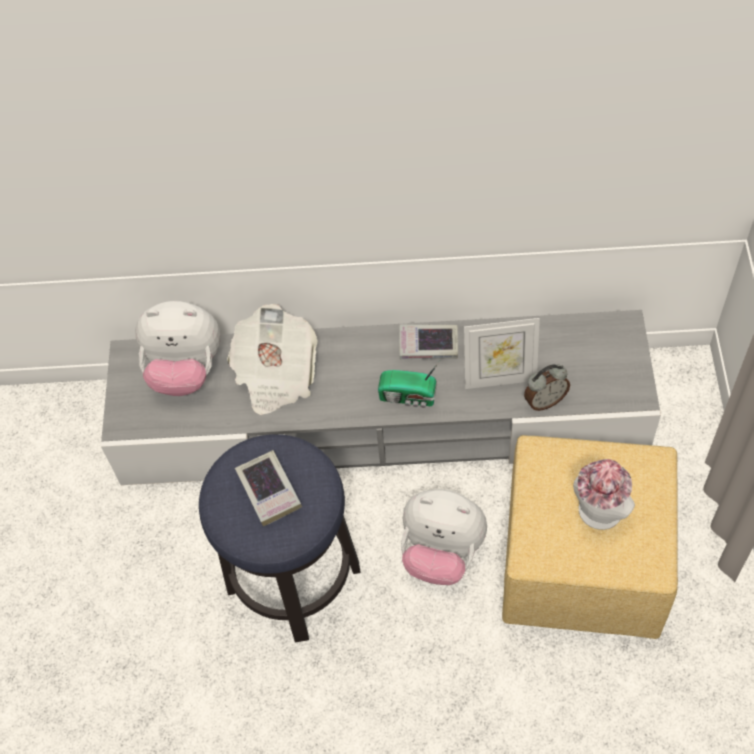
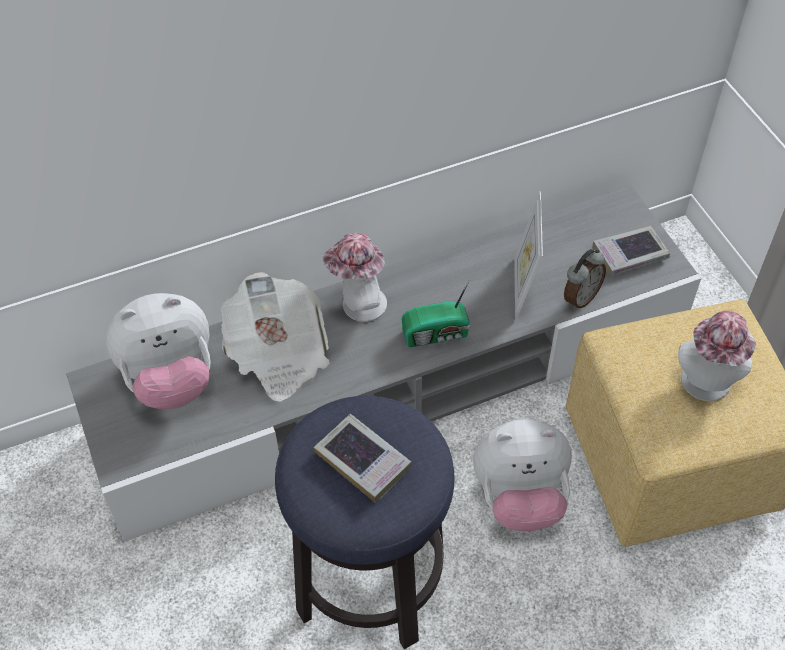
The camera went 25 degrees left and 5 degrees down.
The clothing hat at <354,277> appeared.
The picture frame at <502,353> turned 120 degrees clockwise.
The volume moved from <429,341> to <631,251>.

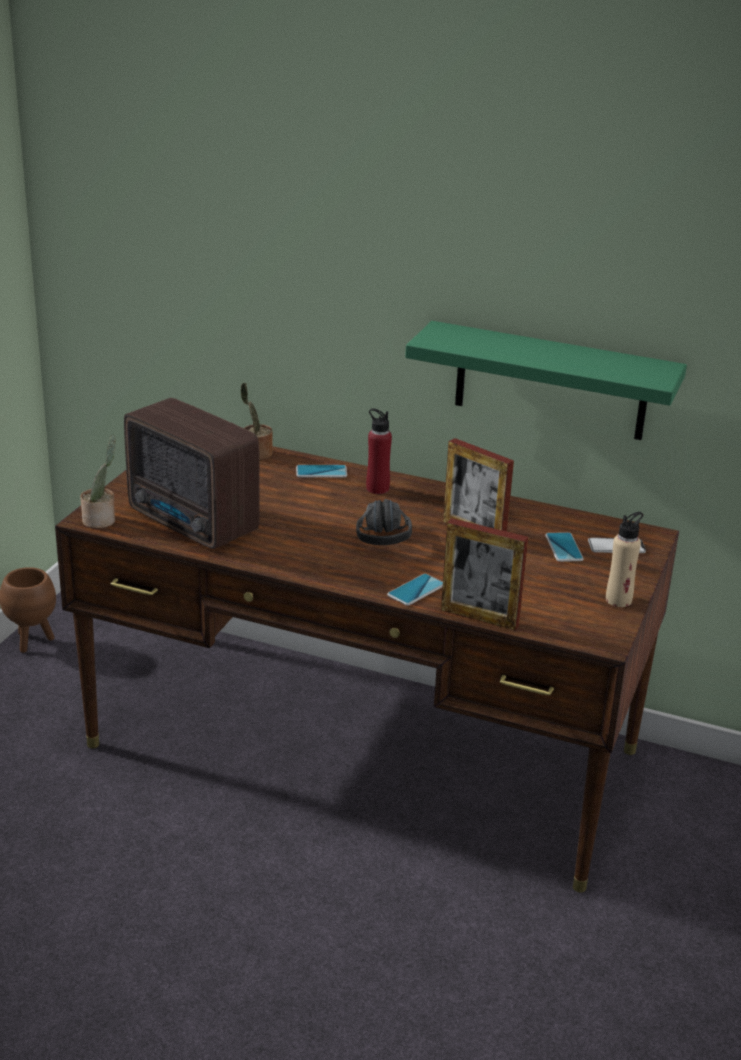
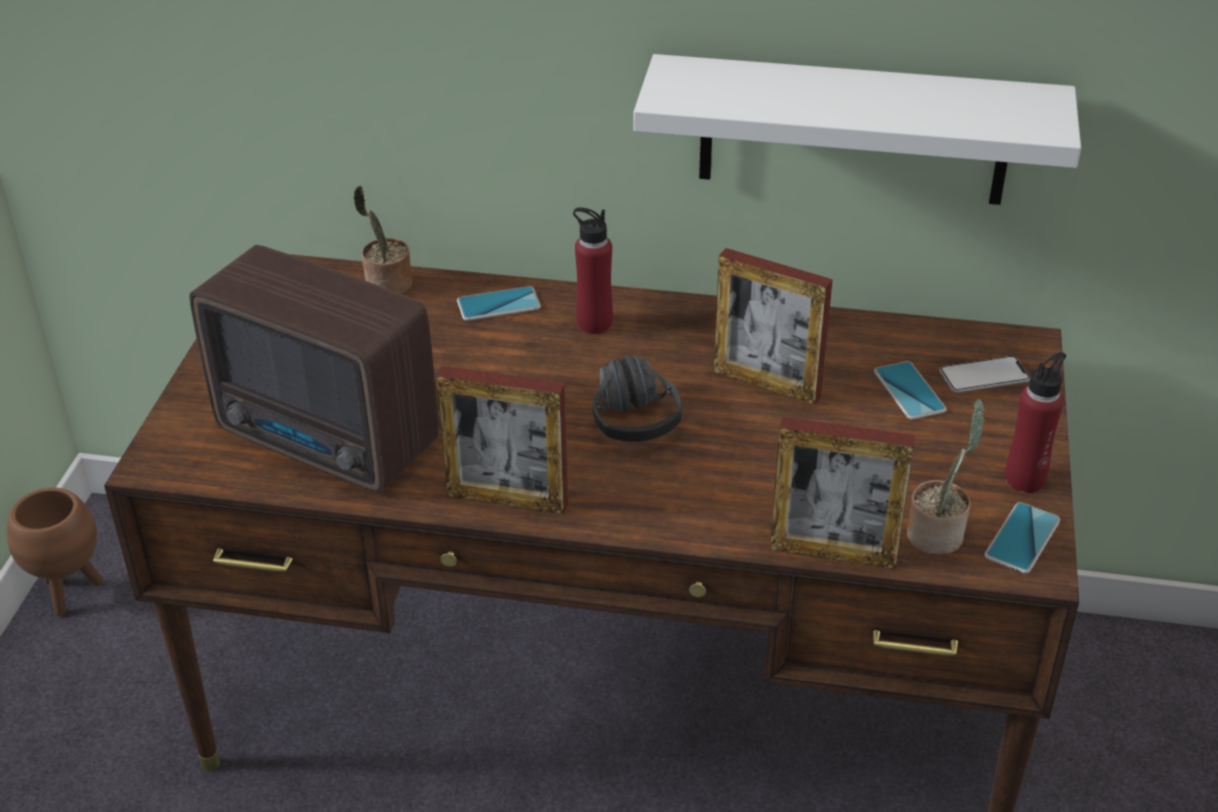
The camera went 10 degrees left and 10 degrees up.
The picture frame at <502,440> appeared.
The shelf in greenish at <546,380> became the shelf in white-coloured at <857,129>.
The houseplant moved from <98,481> to <946,477>.
The telephone moved from <415,590> to <1022,538>.
The bottle in beige-coloured at <624,559> became the bottle in red-coloured at <1035,422>.

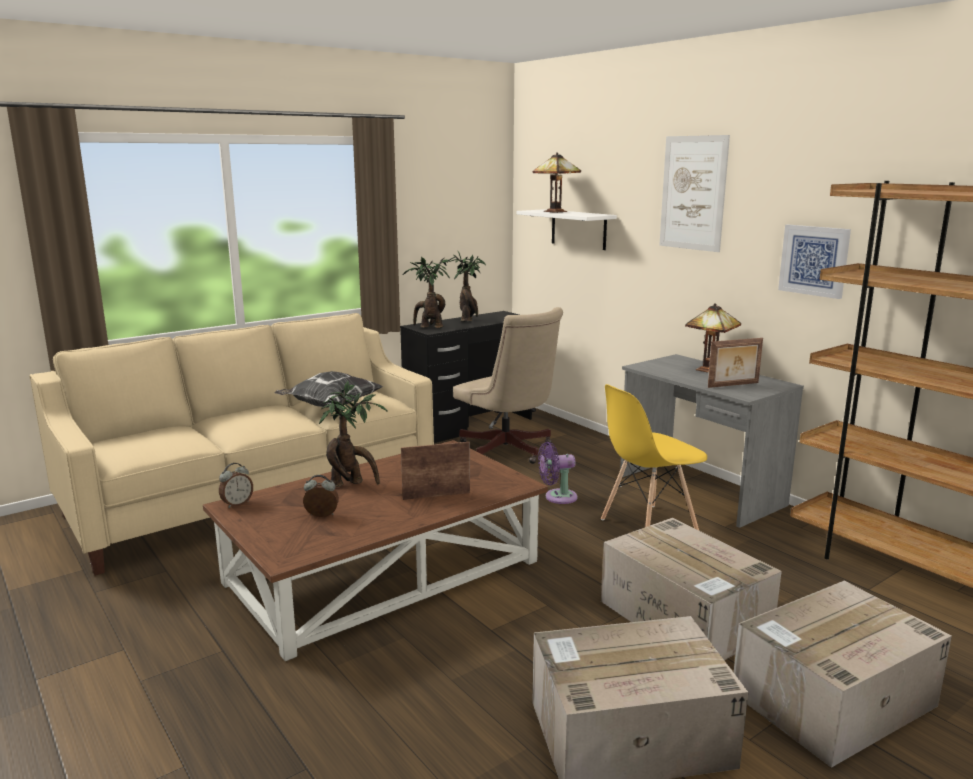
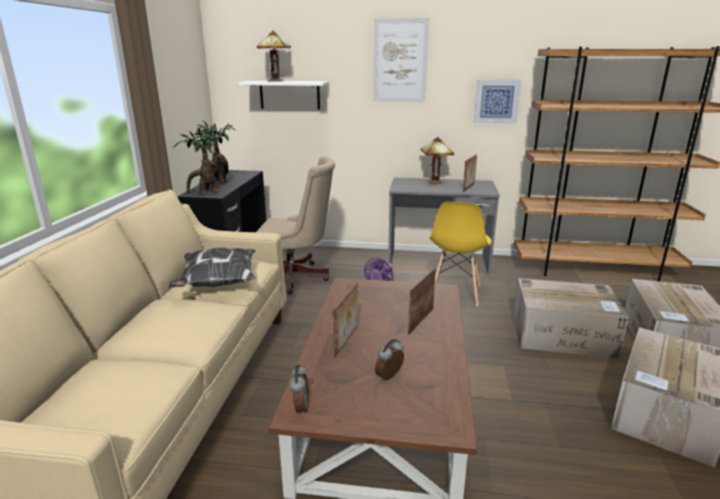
The camera went 45 degrees left and 5 degrees up.
The houseplant at <353,434> was replaced by the picture frame at <345,320>.

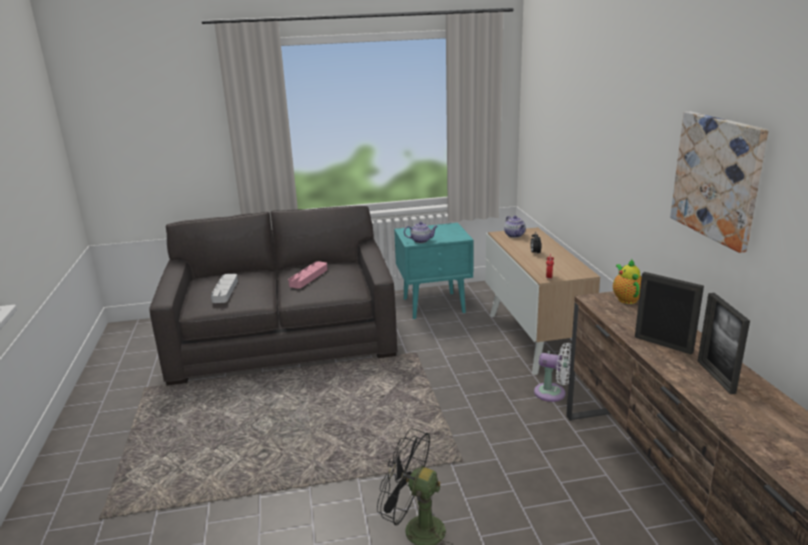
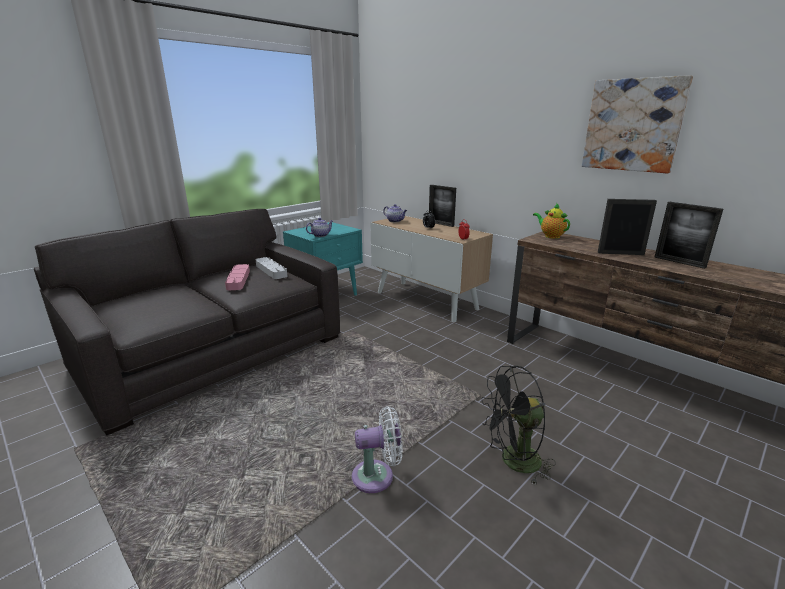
The camera went 35 degrees left and 0 degrees up.
The carrying tray in greyish moved from <224,288> to <271,268>.
The electric fan in white-coloured moved from <553,372> to <377,449>.
The picture frame at <442,206> appeared.

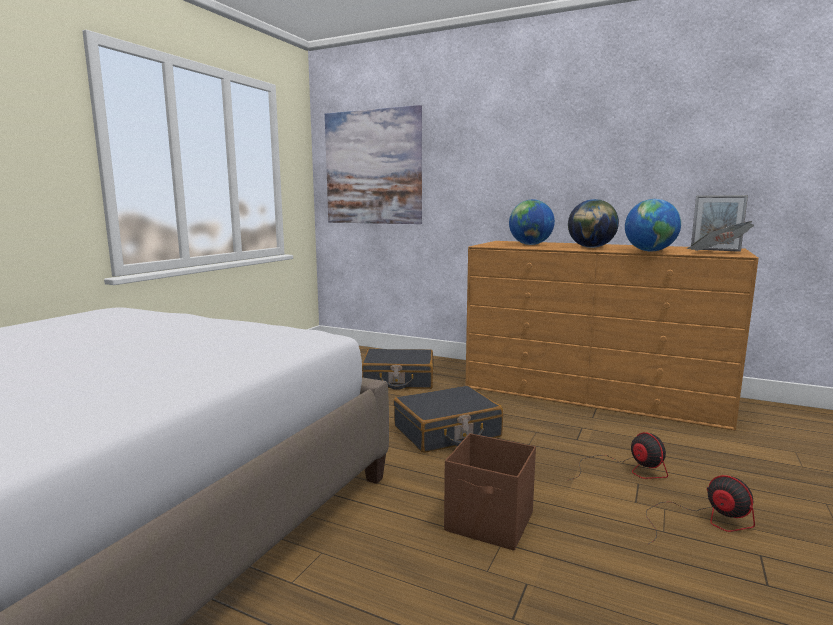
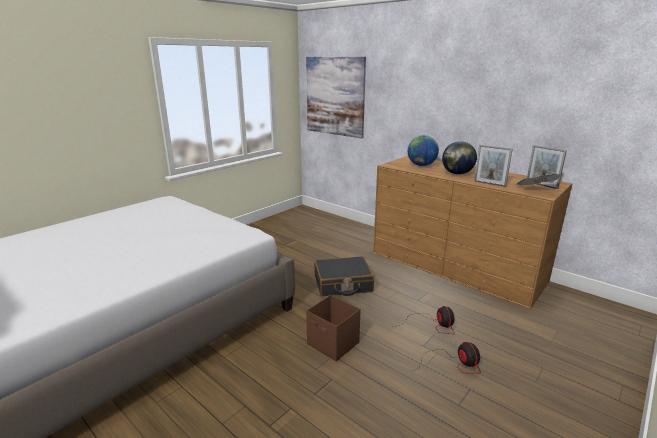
The camera went 15 degrees right and 10 degrees up.
The desk globe at <653,225> was replaced by the picture frame at <493,166>.
The piece of luggage in black-coloured at <398,369> disappeared.

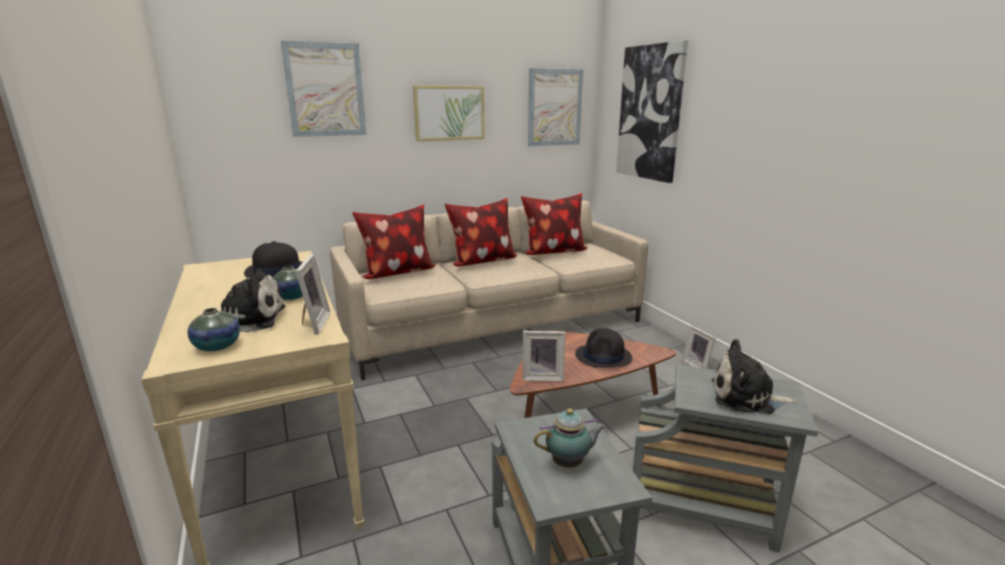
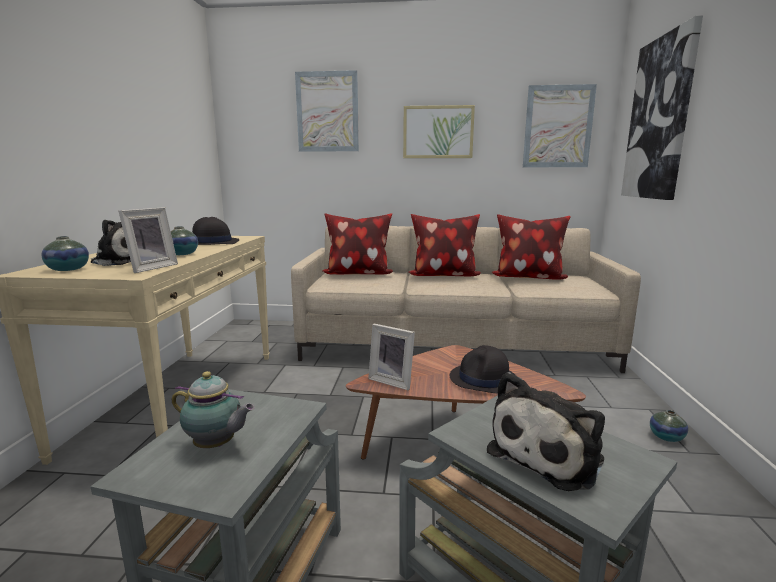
The camera went 30 degrees right and 5 degrees down.
The plush toy at <754,377> turned 90 degrees counterclockwise.
The picture frame at <698,347> was replaced by the flower vase at <669,426>.

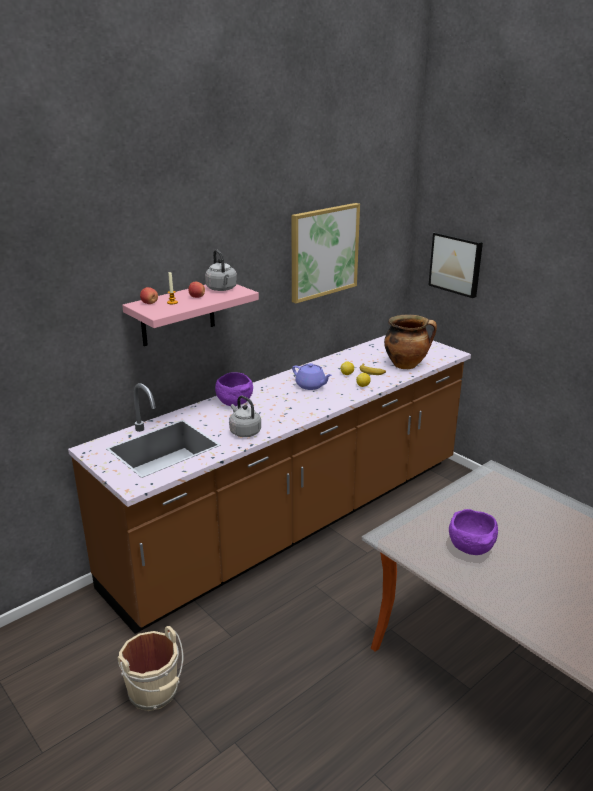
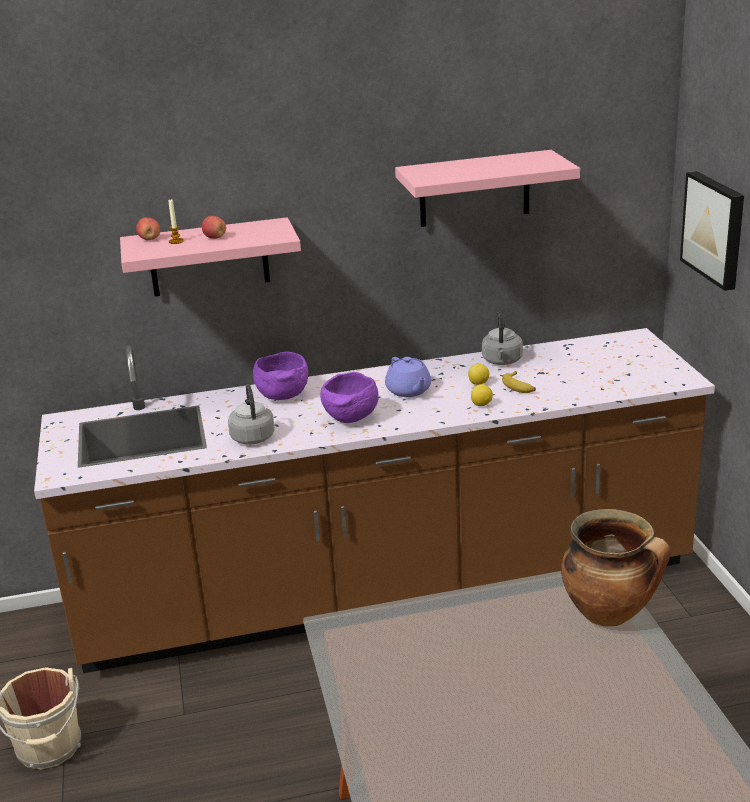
The camera went 30 degrees right and 0 degrees up.
The deep dish in purple moved from <473,532> to <349,397>.
The wall picture at <326,253> was replaced by the shelf in pinkish at <487,188>.
The water kettle in greyish moved from <221,270> to <502,338>.
The stockpot moved from <410,342> to <616,568>.

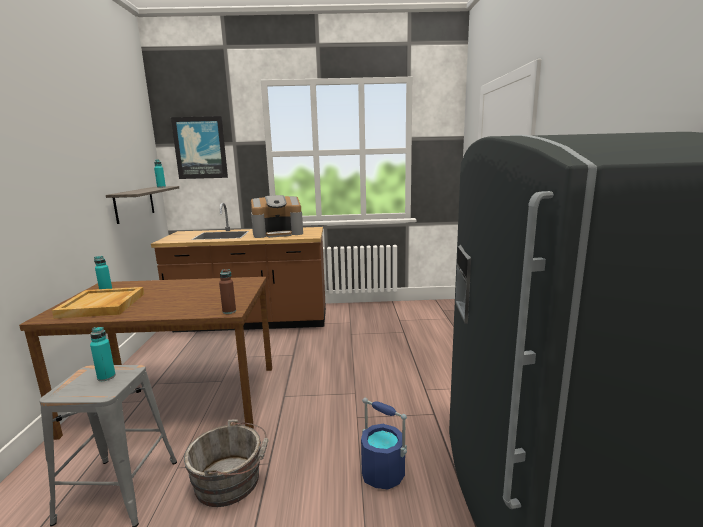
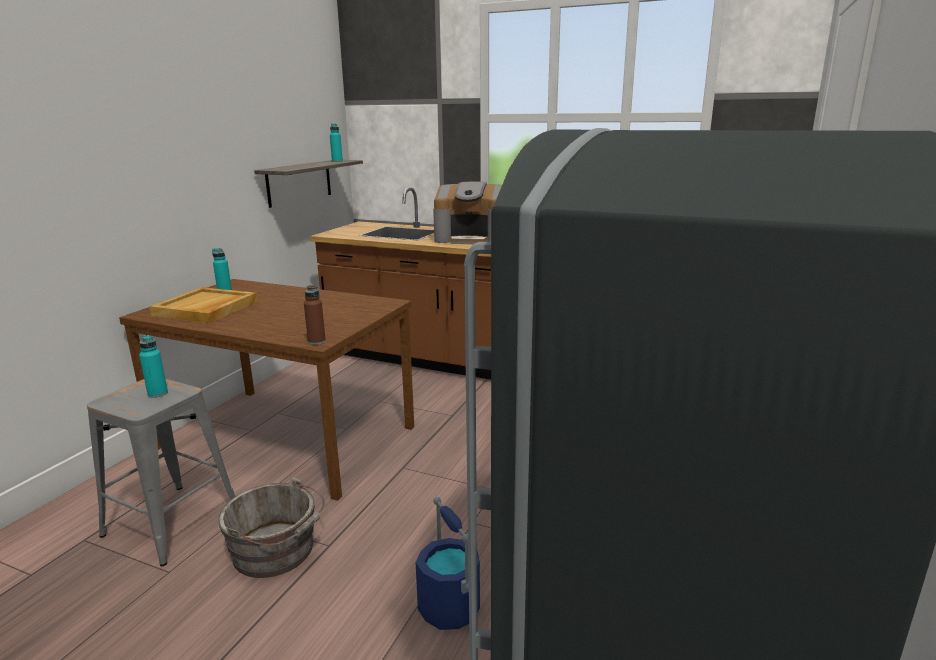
The camera went 25 degrees right and 5 degrees up.
The wall picture at <199,147> disappeared.

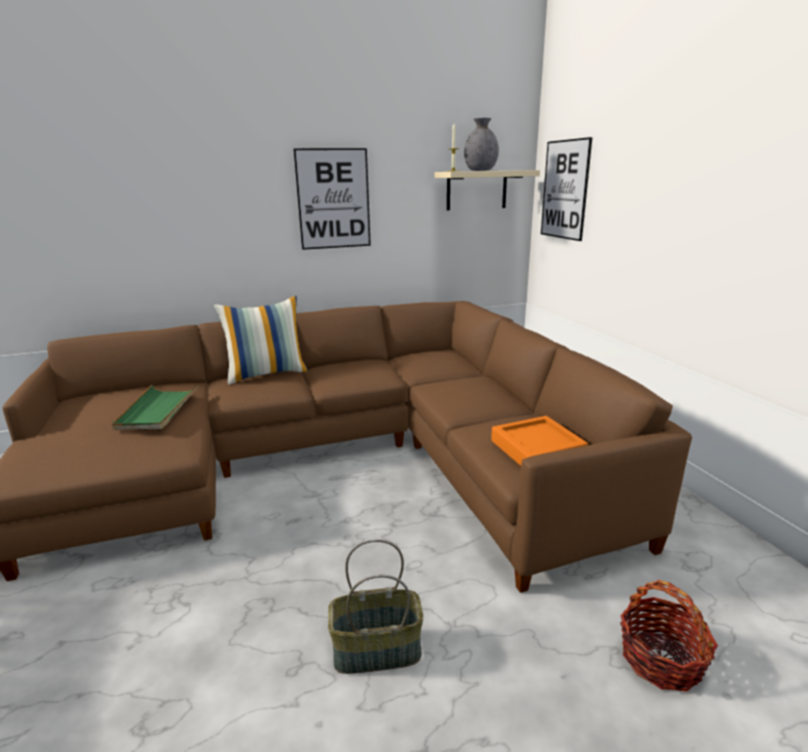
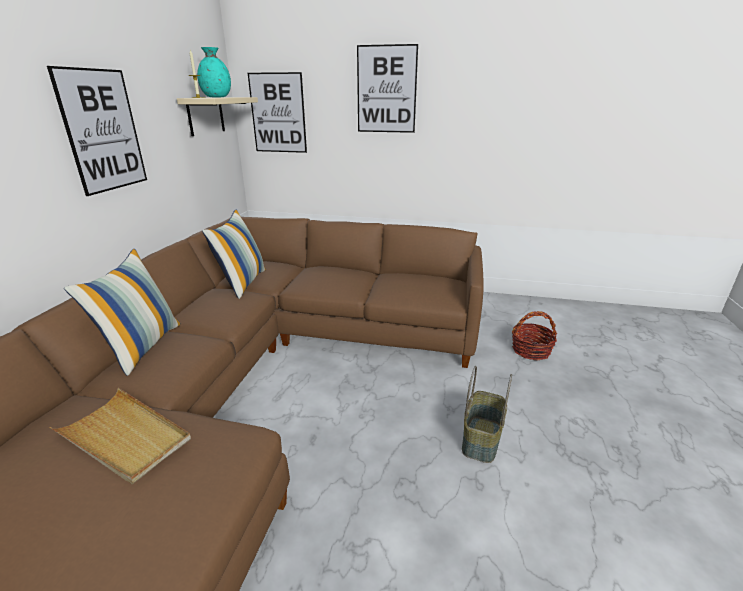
The camera went 60 degrees left and 5 degrees up.
The carrying tray in greenish at <155,407> became the carrying tray in beige-coloured at <120,436>.
The flower vase in greyish at <481,144> became the flower vase in turquoise at <214,72>.
The throw pillow at <234,254> appeared.
The wall picture at <387,88> appeared.
The carrying tray in orange-coloured at <539,441> disappeared.

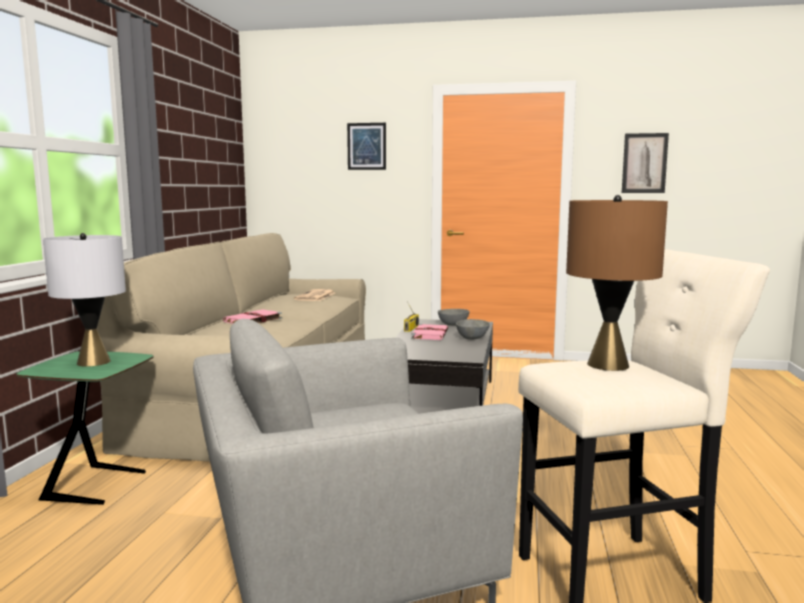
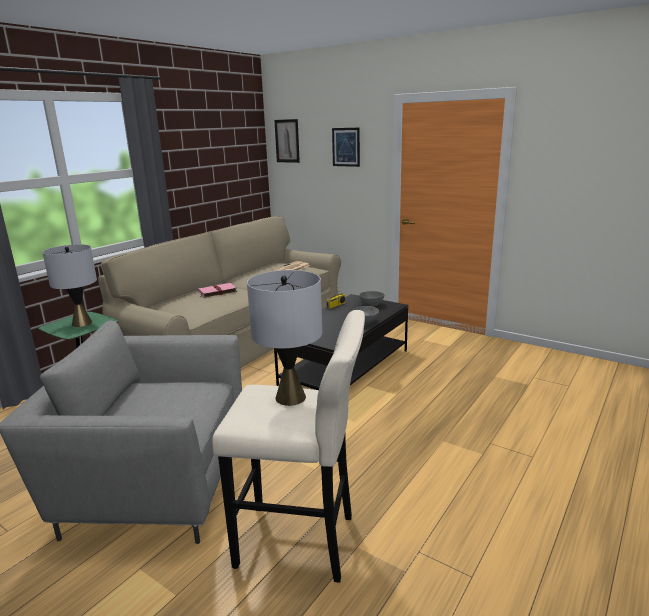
The camera went 25 degrees right and 10 degrees up.
The tabletop lamp in brown at <617,283> became the tabletop lamp in greyish at <284,338>.
The wall picture moved from <645,163> to <287,141>.
The volume in pinkish at <429,332> disappeared.

